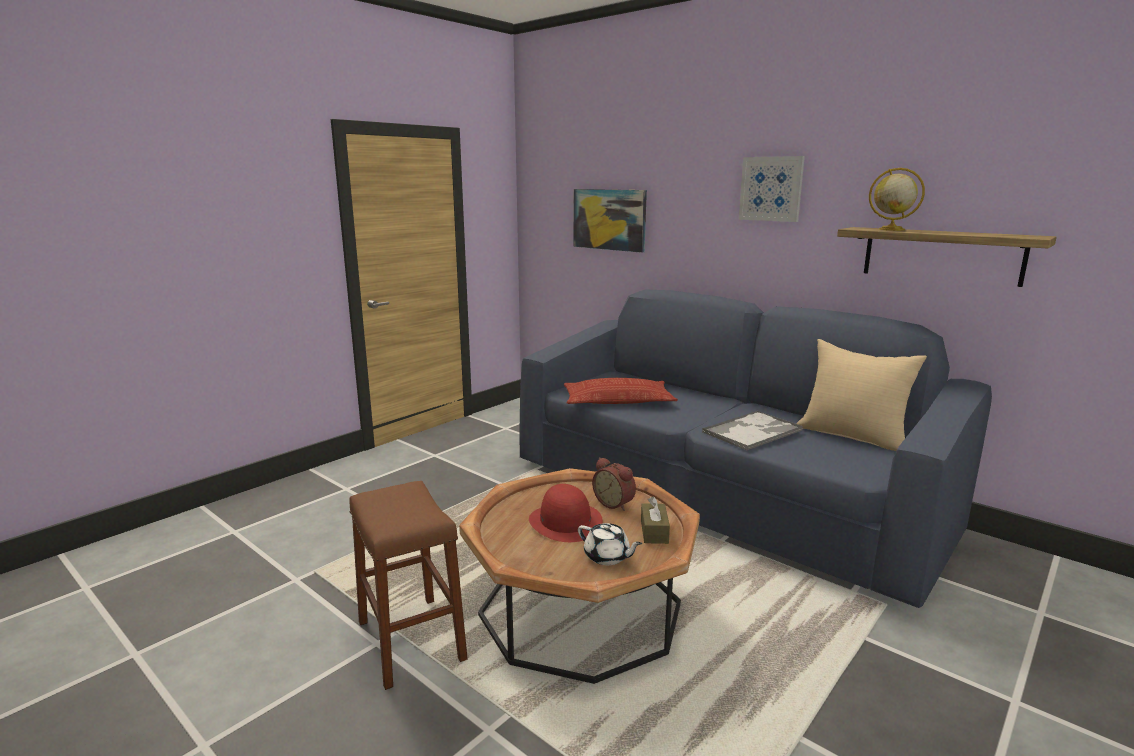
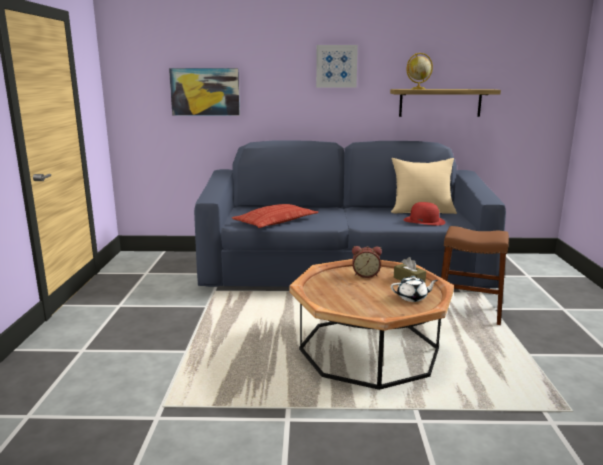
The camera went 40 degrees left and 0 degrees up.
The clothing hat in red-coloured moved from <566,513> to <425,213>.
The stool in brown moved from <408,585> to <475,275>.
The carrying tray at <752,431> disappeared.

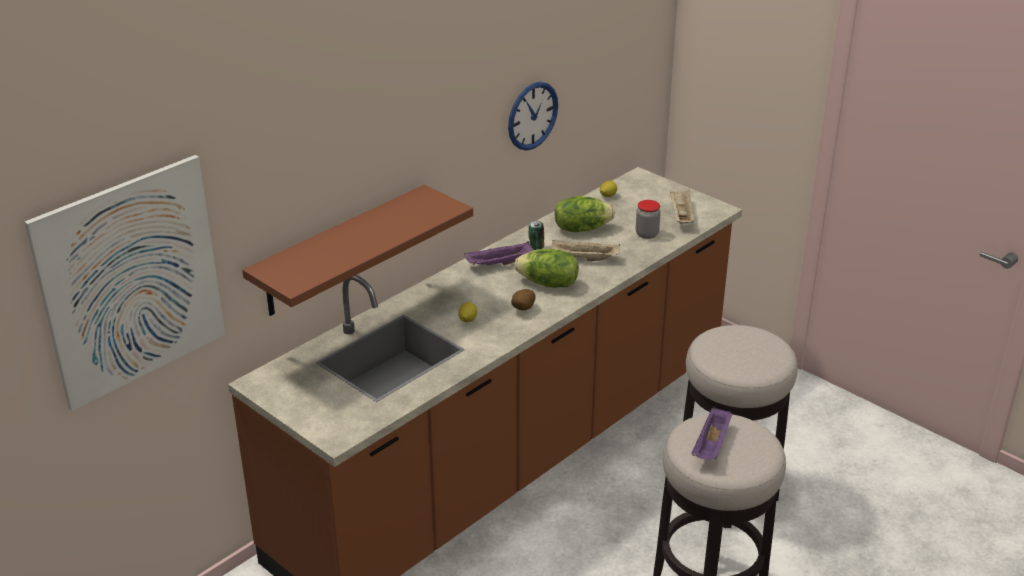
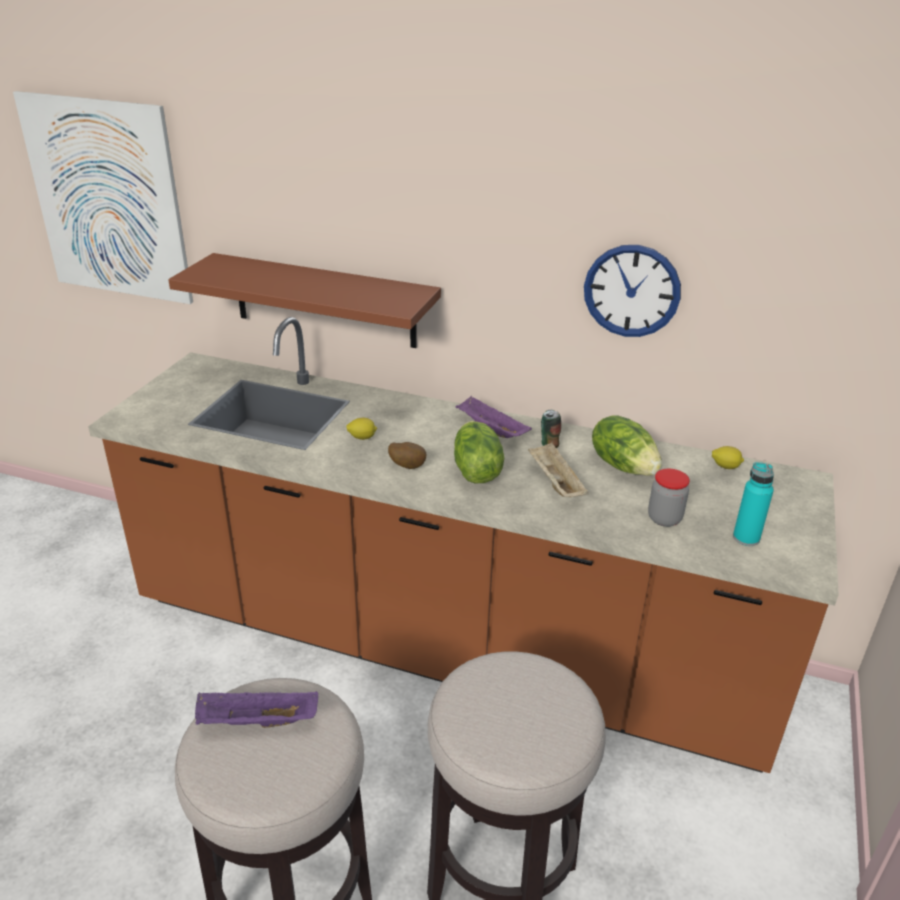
The camera went 65 degrees right and 0 degrees up.
The carrying tray in beige-coloured at <682,207> was replaced by the bottle in turquoise at <753,504>.

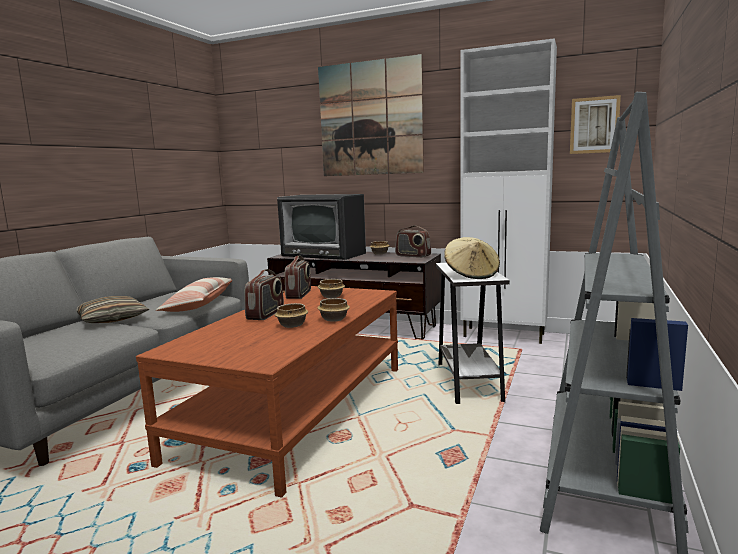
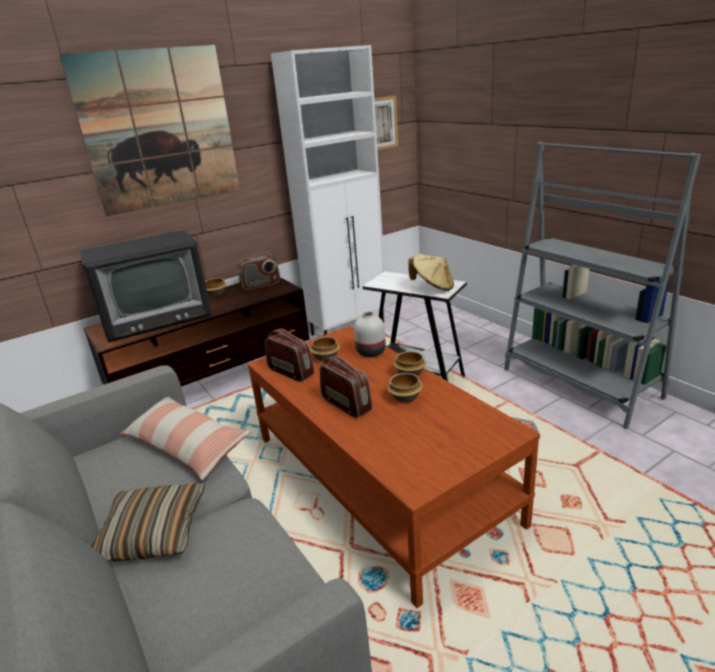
The camera went 55 degrees left and 15 degrees up.
The flower vase in white-coloured at <370,334> appeared.

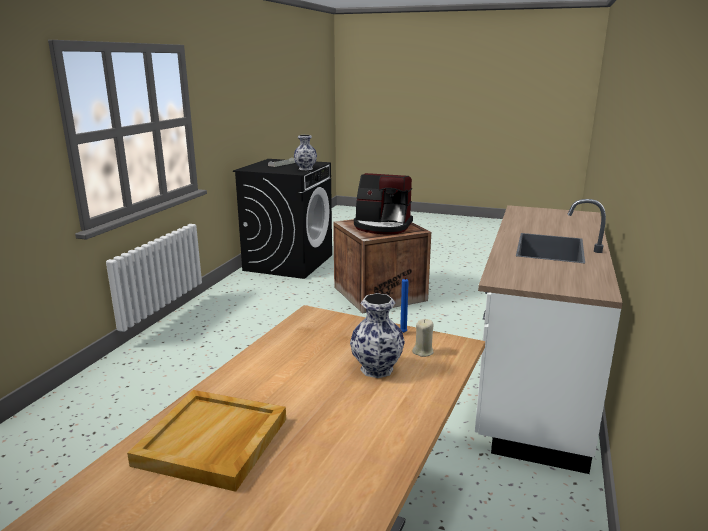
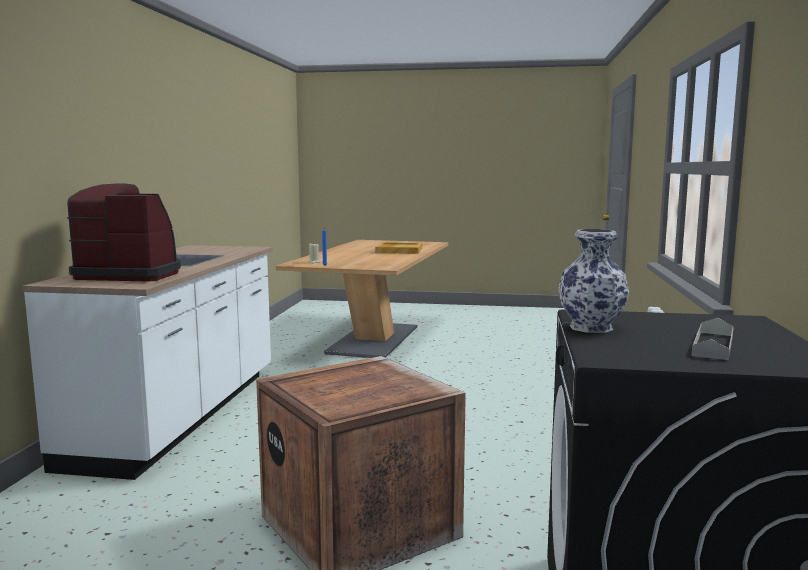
The camera went 170 degrees right and 10 degrees down.
The coffee brewer moved from <383,204> to <124,232>.
The flower vase at <377,335> disappeared.

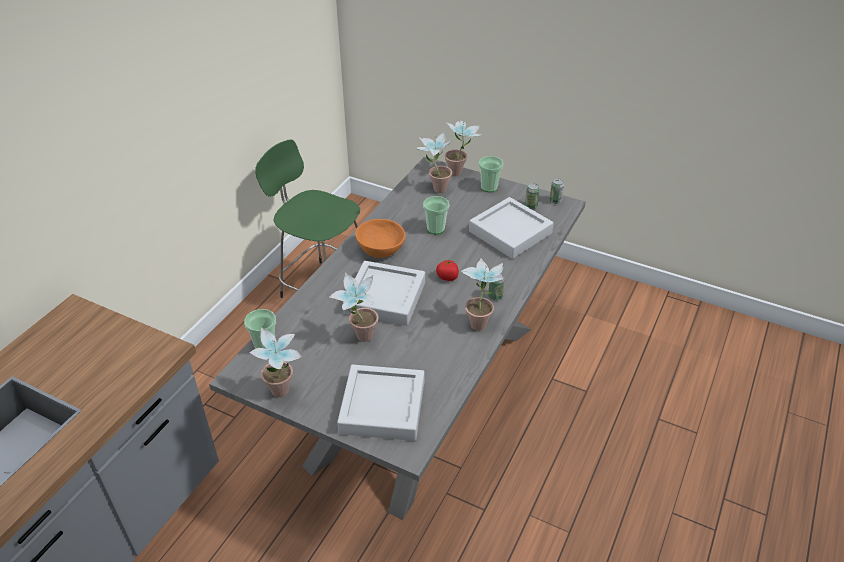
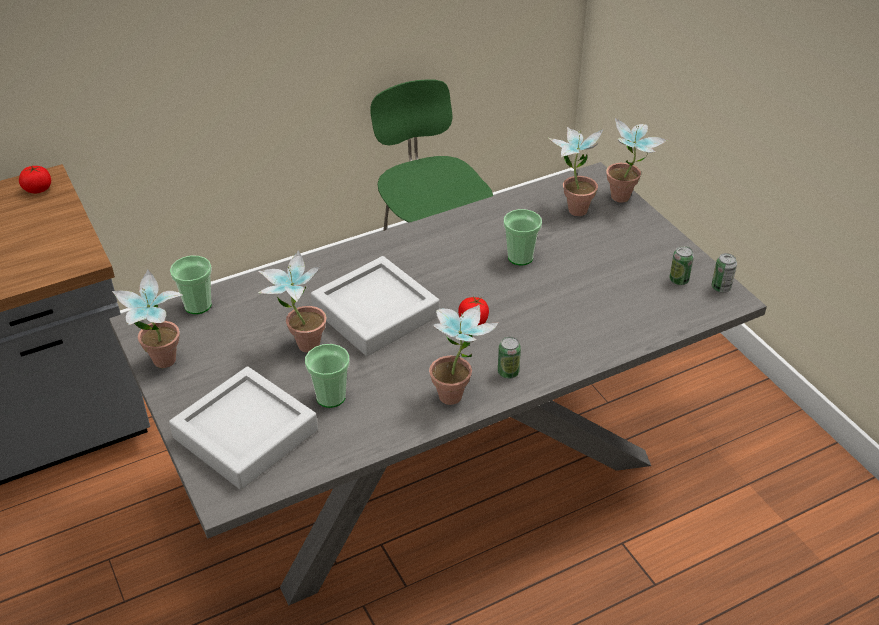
The camera went 35 degrees right and 0 degrees up.
The tomato at <35,179> appeared.
The drinking cup moved from <491,174> to <327,376>.
The deep dish in orange-coloured at <380,238> disappeared.
The carrying tray in greyish at <511,228> disappeared.

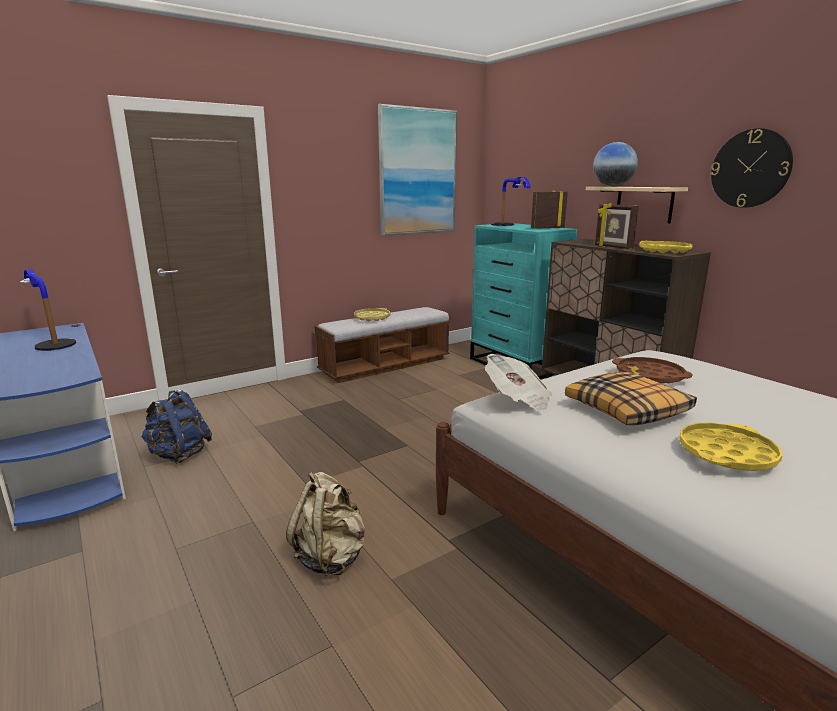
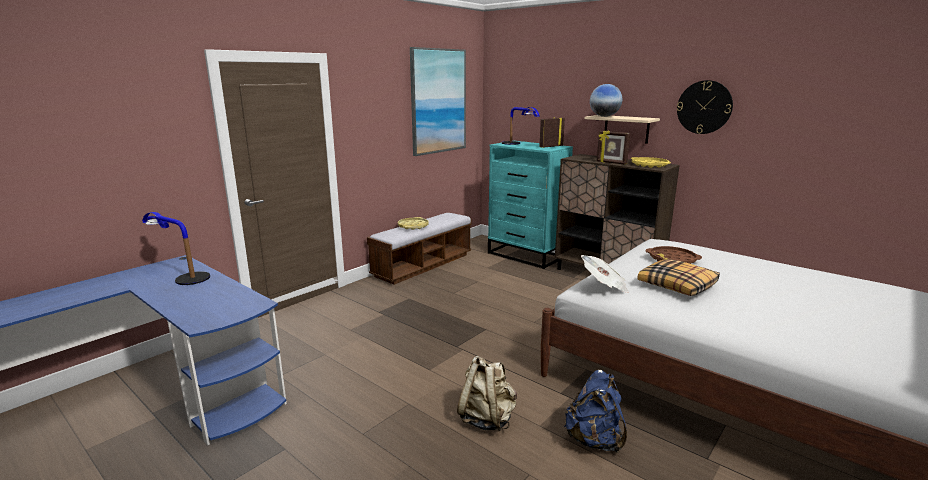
The camera went 15 degrees left and 0 degrees up.
The knapsack in blue moved from <176,426> to <595,411>.
The carrying tray in yellowish at <731,446> disappeared.

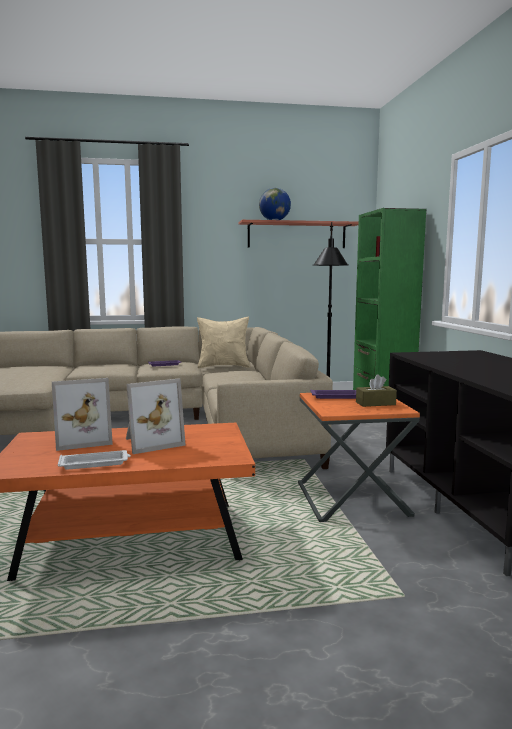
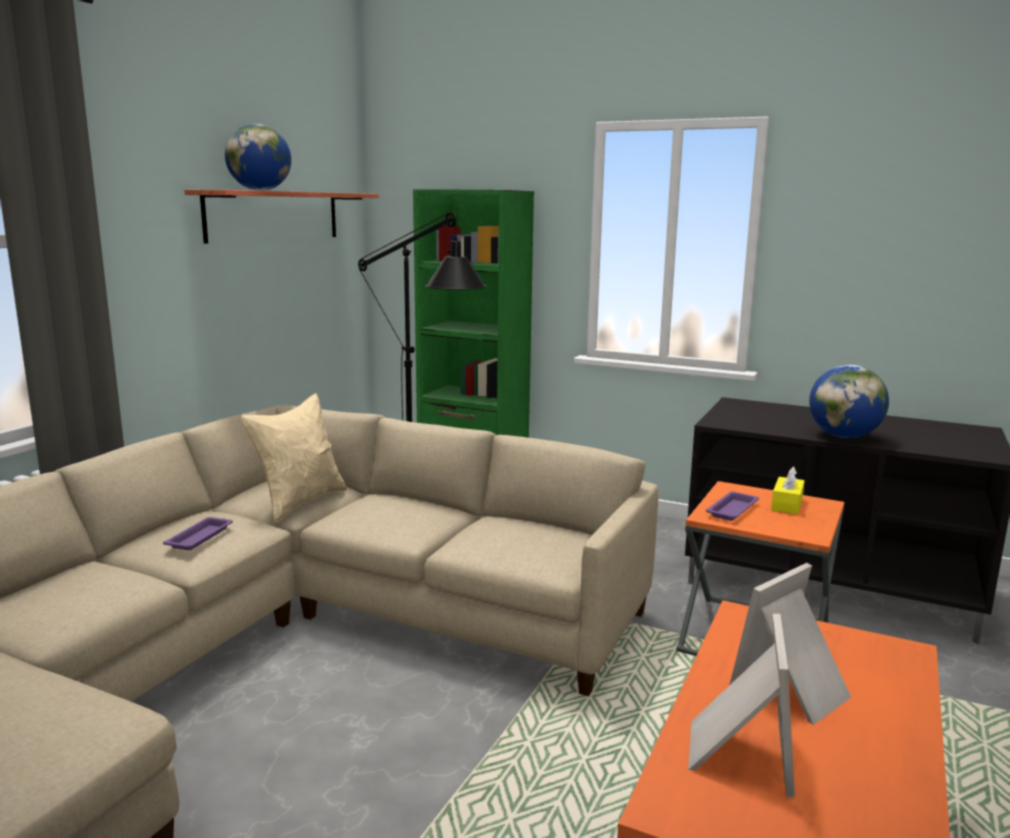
The camera went 55 degrees left and 5 degrees up.
The picture frame at <156,416> turned 135 degrees counterclockwise.
The tissue holder in brown at <376,390> became the tissue holder in yellowish at <788,490>.
The desk globe at <849,401> appeared.
The carrying tray in white-coloured at <94,460> disappeared.

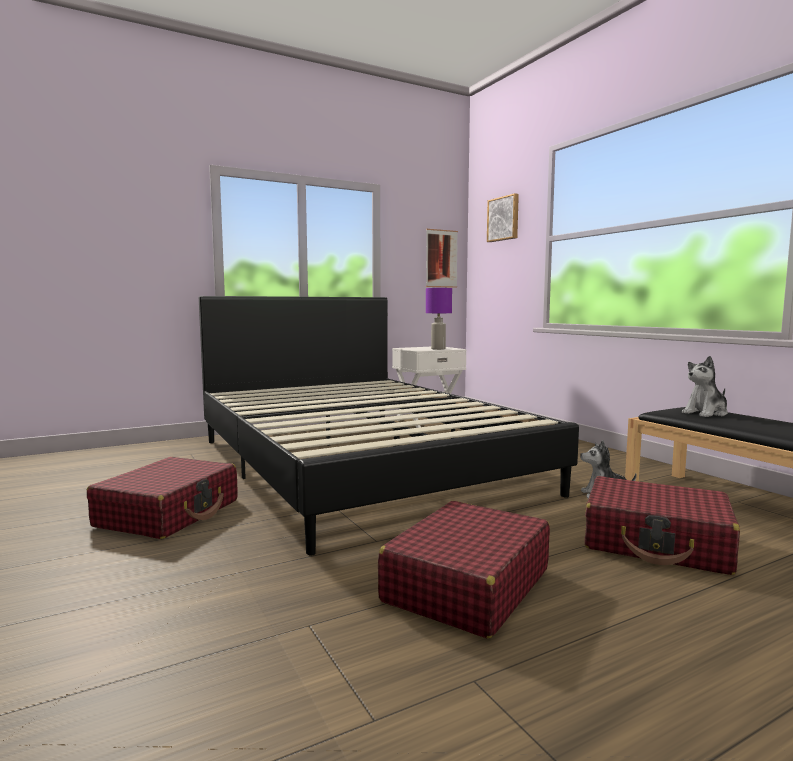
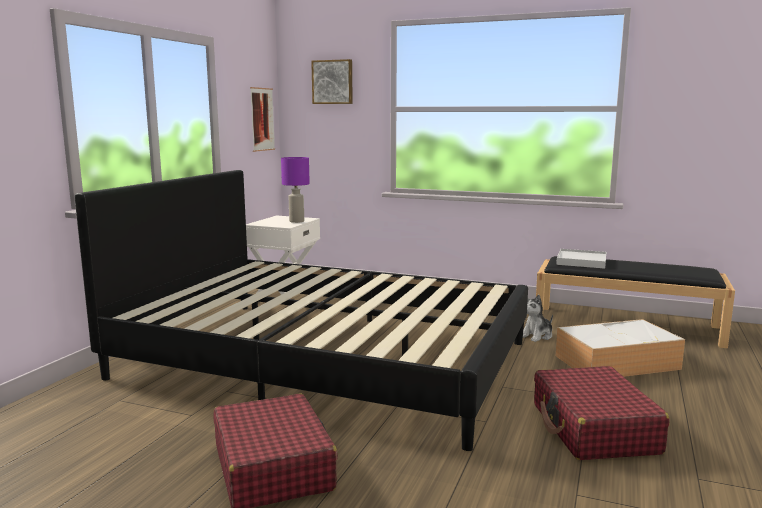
The camera went 40 degrees left and 5 degrees up.
The plush toy at <705,386> was replaced by the carrying tray in white-coloured at <581,259>.
The piece of luggage in red-coloured at <662,525> was replaced by the storage box at <620,348>.

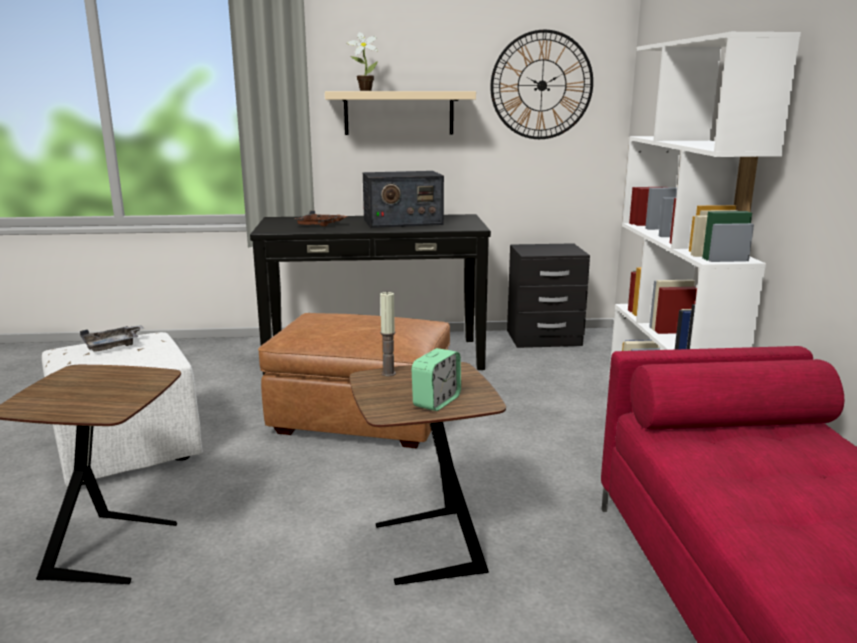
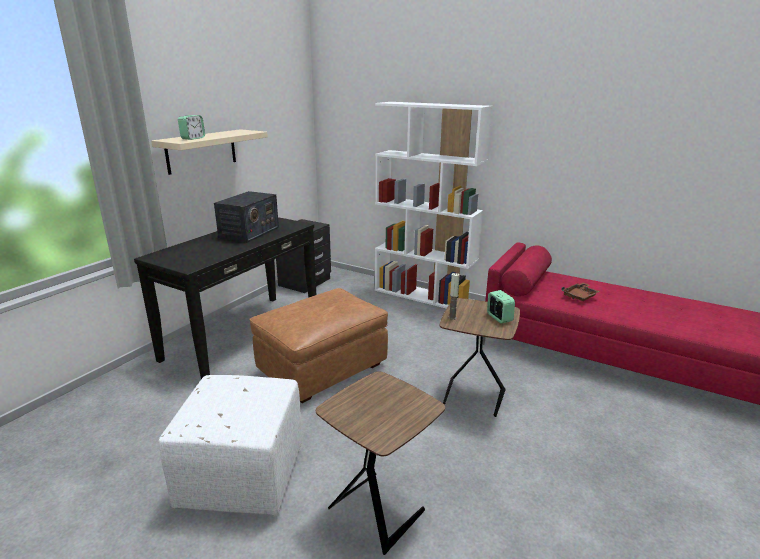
The camera went 55 degrees left and 5 degrees up.
The houseplant at <362,61> was replaced by the table clock at <191,127>.
The carrying tray in brown moved from <321,218> to <581,291>.
The carrying tray in greyish at <112,338> disappeared.
The hanging clock at <541,84> disappeared.

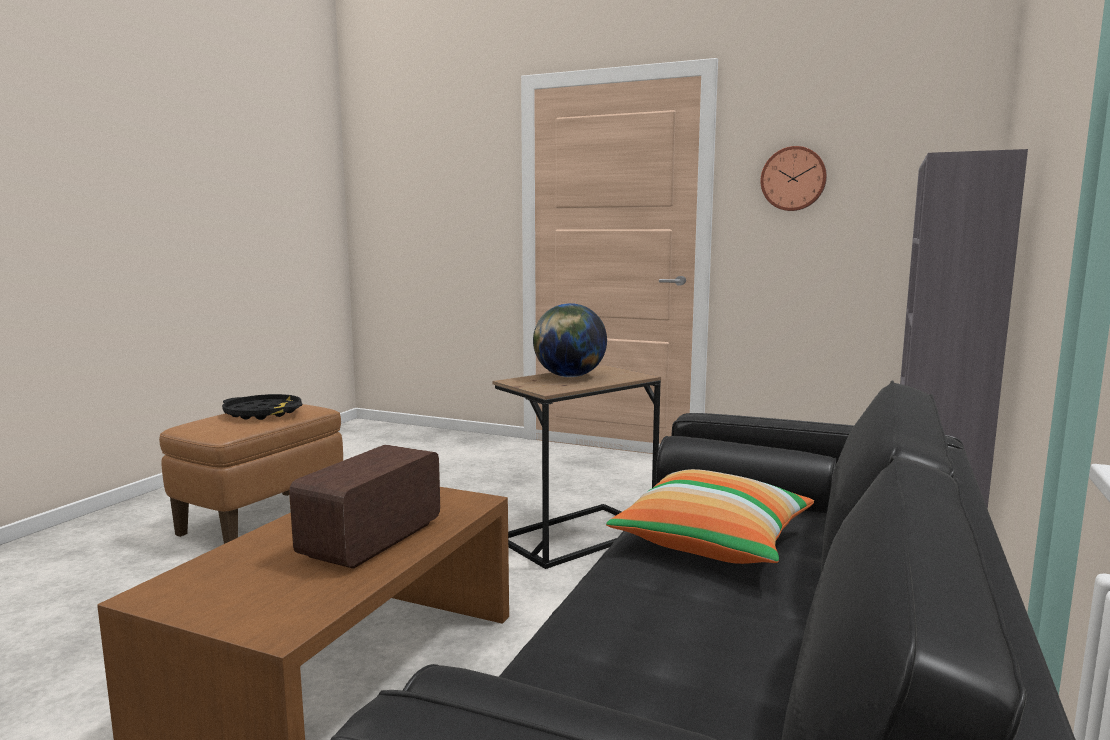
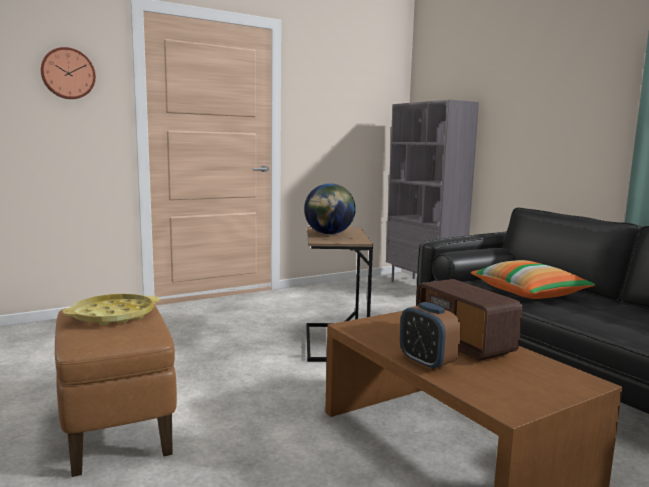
The camera went 55 degrees left and 0 degrees up.
The hanging clock moved from <793,178> to <68,73>.
The carrying tray in black-coloured at <262,407> became the carrying tray in yellowish at <111,309>.
The table clock at <430,336> appeared.

